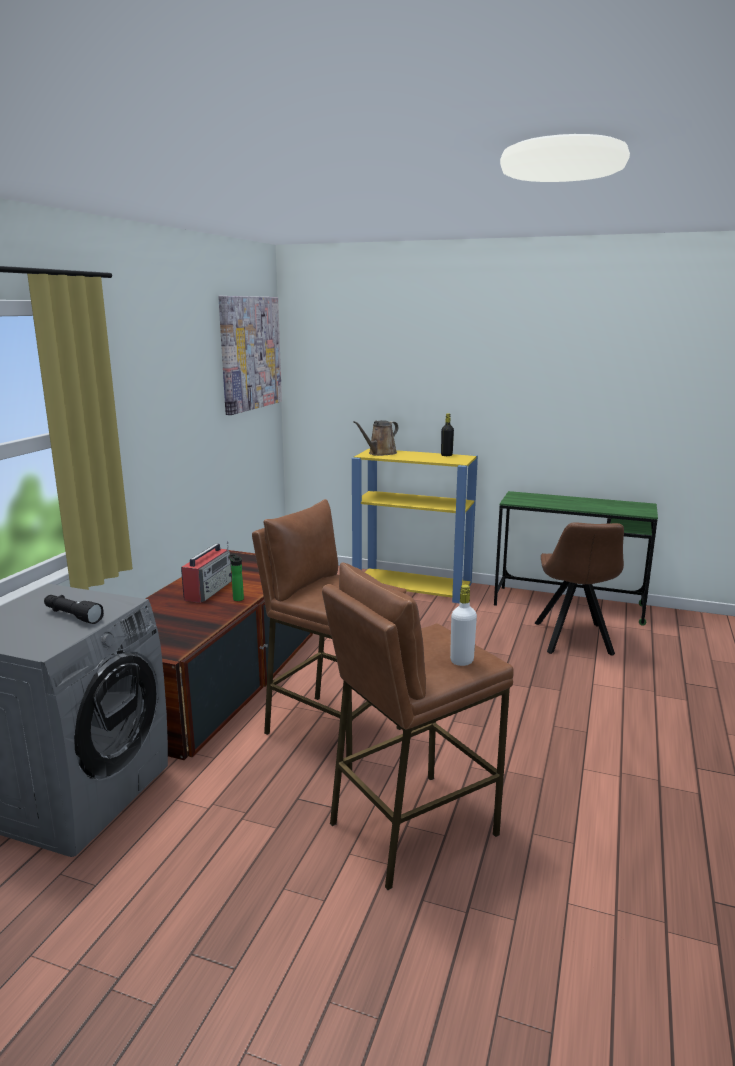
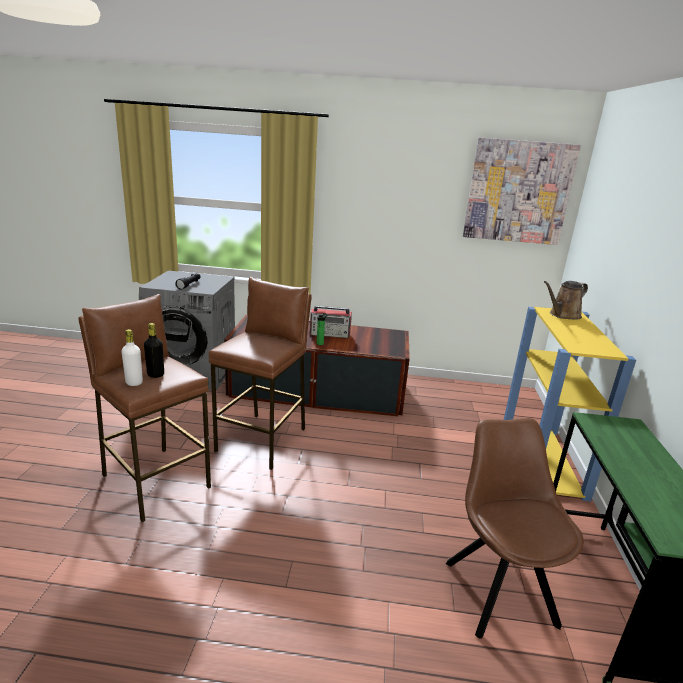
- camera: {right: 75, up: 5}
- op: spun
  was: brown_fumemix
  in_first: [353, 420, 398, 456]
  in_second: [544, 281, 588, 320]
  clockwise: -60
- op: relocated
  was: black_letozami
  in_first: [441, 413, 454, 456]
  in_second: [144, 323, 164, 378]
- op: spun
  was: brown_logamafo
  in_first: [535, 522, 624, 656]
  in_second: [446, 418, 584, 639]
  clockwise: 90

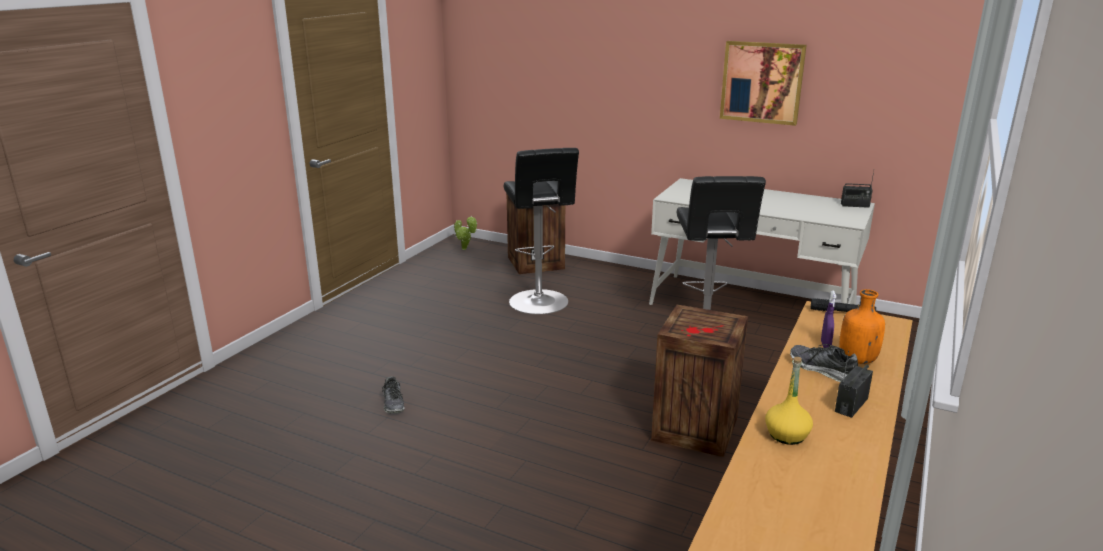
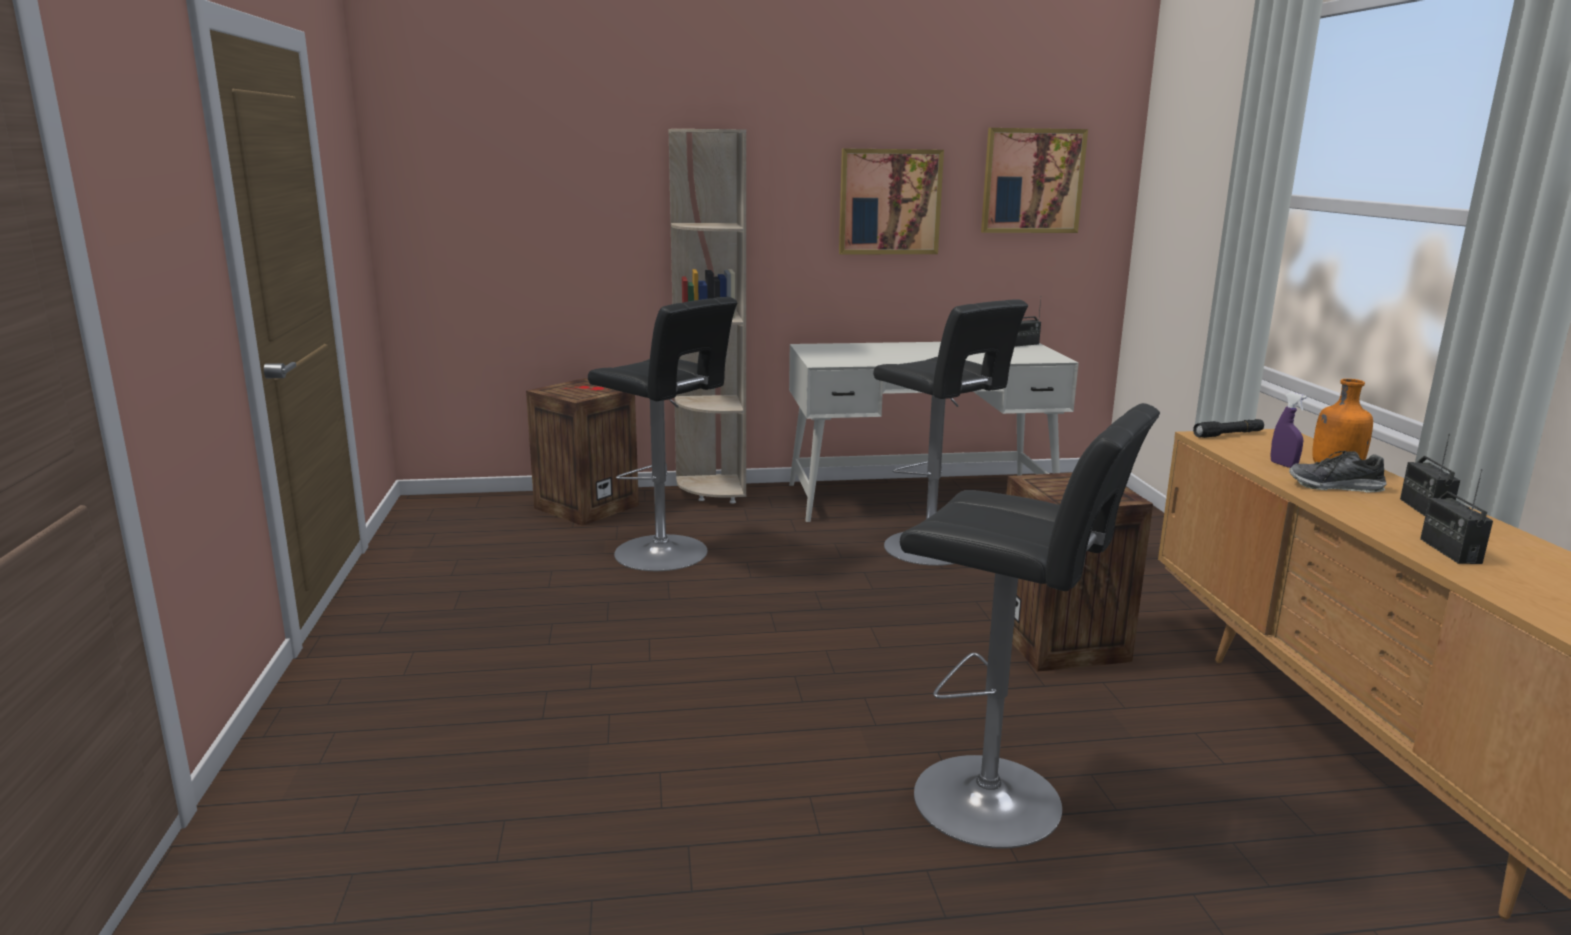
- camera: {right: -35, up: -5}
- op: missing
  was: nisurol
  in_first: [382, 376, 405, 414]
- op: missing
  was: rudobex
  in_first: [454, 216, 477, 250]
- op: exchanged
  was: yellow_letozami
  now: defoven
  in_first: [765, 357, 813, 445]
  in_second: [1420, 469, 1493, 564]
- op: appeared
  now: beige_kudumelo
  in_second: [669, 129, 746, 504]
- op: appeared
  now: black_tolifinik
  in_second: [900, 403, 1160, 849]
- op: appeared
  now: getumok
  in_second: [981, 128, 1088, 233]

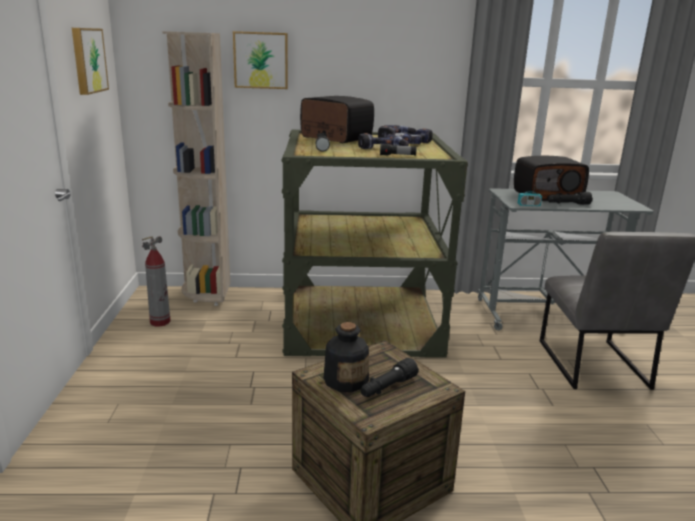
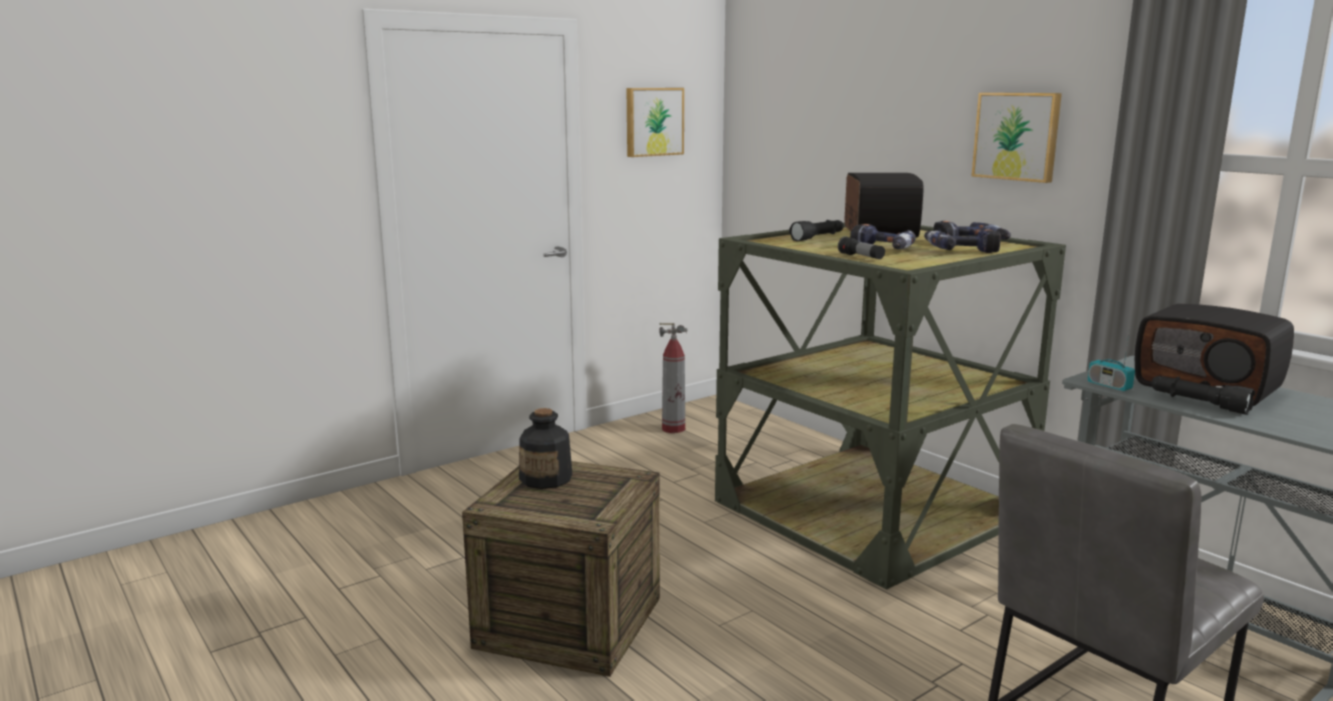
- camera: {right: 55, up: -5}
- op: missing
  was: beige_kudumelo
  in_first: [162, 31, 230, 306]
- op: relocated
  was: getumok
  in_first: [233, 31, 288, 89]
  in_second: [972, 93, 1062, 183]
- op: missing
  was: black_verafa
  in_first: [361, 358, 419, 397]

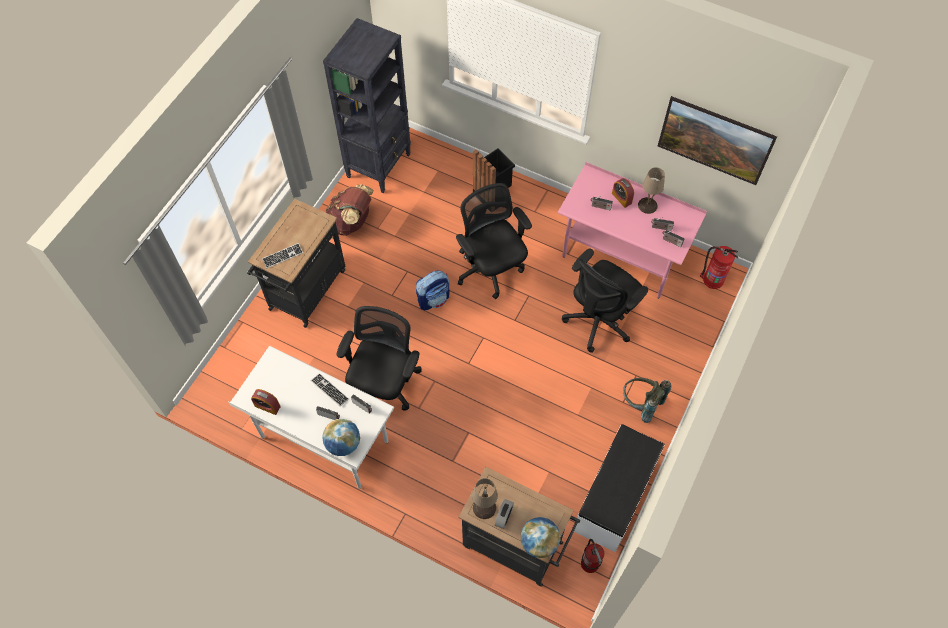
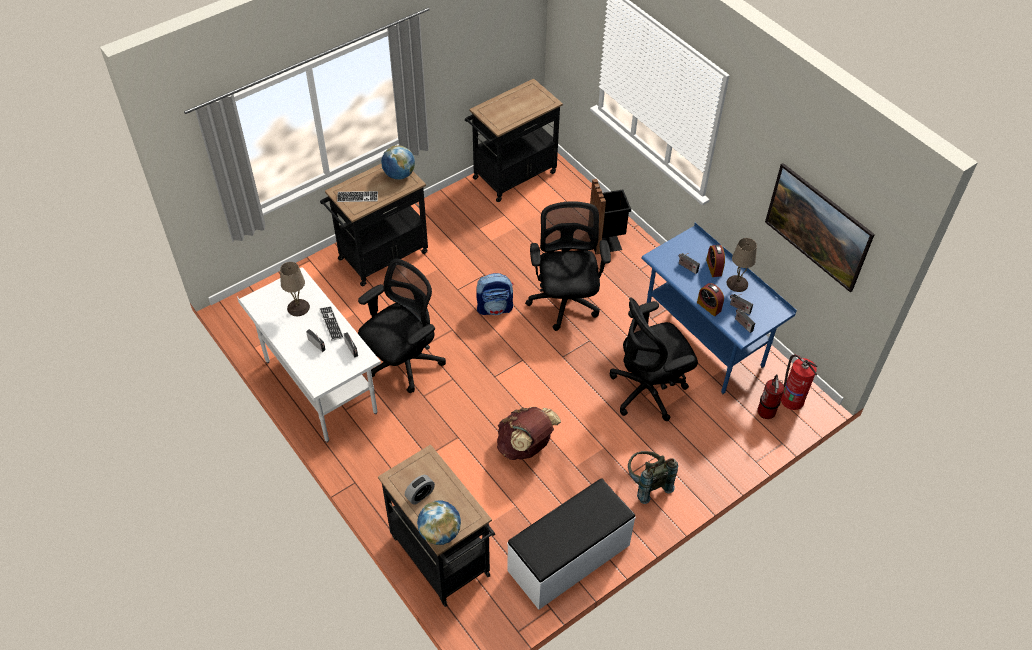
- camera: {right: 25, up: -10}
- op: relocated
  was: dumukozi
  in_first: [251, 389, 280, 415]
  in_second: [697, 283, 724, 316]
- op: relocated
  was: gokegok
  in_first: [322, 419, 360, 456]
  in_second: [381, 145, 415, 180]
- op: exchanged
  was: black_kudumelo
  now: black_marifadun
  in_first: [323, 18, 411, 193]
  in_second: [465, 79, 563, 202]
- op: relocated
  was: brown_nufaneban
  in_first: [325, 184, 374, 236]
  in_second: [497, 406, 561, 460]
- op: relocated
  was: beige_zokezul
  in_first: [472, 478, 498, 519]
  in_second: [280, 262, 310, 316]
- op: colour
  was: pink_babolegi
  now: blue_babolegi
  in_first: [558, 162, 707, 299]
  in_second: [641, 223, 797, 394]
- op: relocated
  was: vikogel
  in_first: [581, 539, 604, 573]
  in_second: [757, 374, 784, 419]

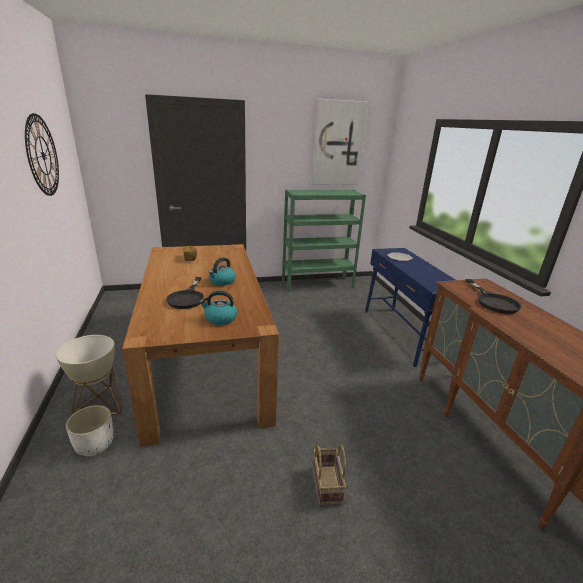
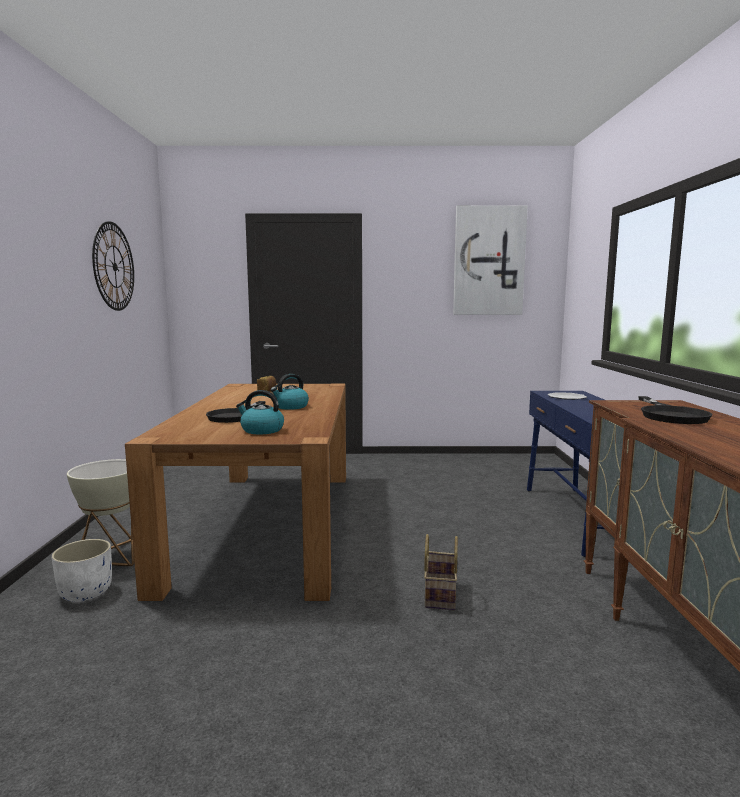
- camera: {right: 15, up: -15}
- op: missing
  was: green_kudumelo
  in_first: [282, 190, 366, 292]
- op: relocated
  was: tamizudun
  in_first: [313, 444, 346, 506]
  in_second: [424, 534, 458, 610]

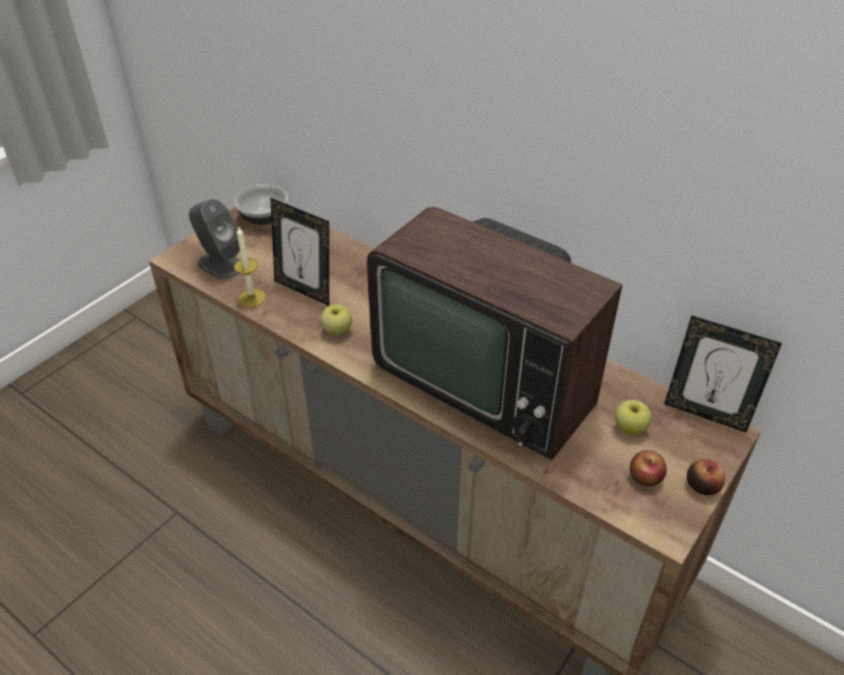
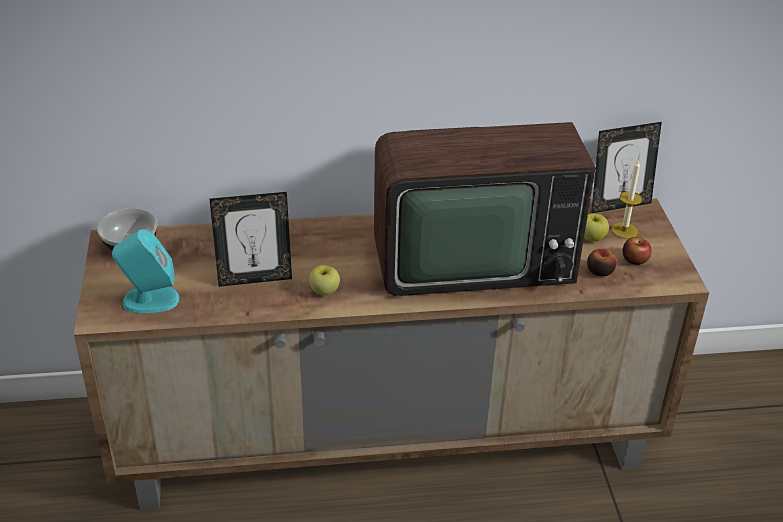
- camera: {right: -45, up: -5}
- op: colour
  was: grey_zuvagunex
  now: turquoise_zuvagunex
  in_first: [189, 199, 240, 279]
  in_second: [112, 229, 179, 313]
- op: relocated
  was: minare
  in_first: [234, 227, 266, 307]
  in_second: [611, 159, 642, 239]
- op: relocated
  was: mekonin
  in_first: [687, 459, 725, 495]
  in_second: [587, 249, 617, 276]

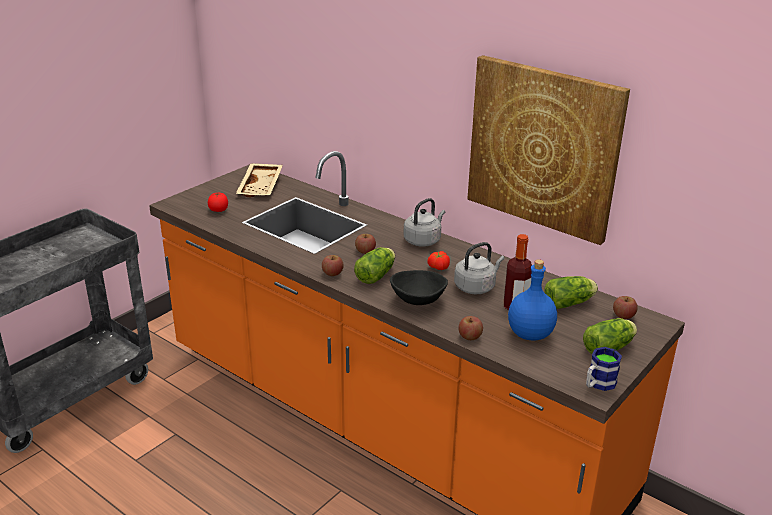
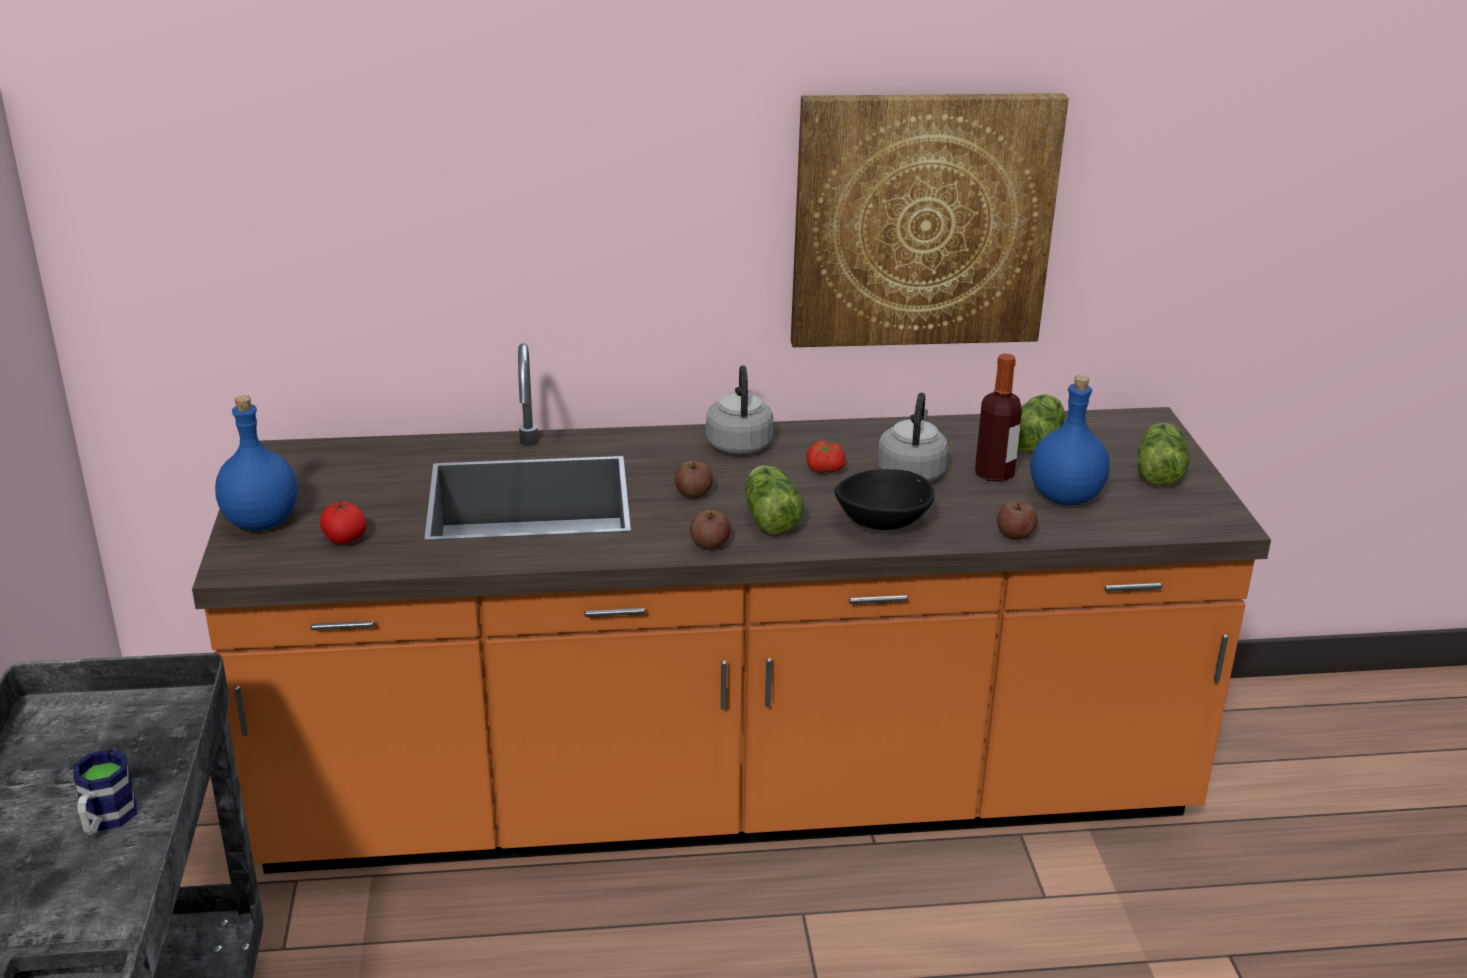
- camera: {right: -45, up: 0}
- op: missing
  was: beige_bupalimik
  in_first: [236, 163, 283, 197]
- op: relocated
  was: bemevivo
  in_first: [586, 347, 622, 391]
  in_second: [73, 749, 137, 835]
- op: missing
  was: mekonin
  in_first: [613, 296, 638, 319]
- op: appeared
  now: blue_letozami
  in_second: [215, 395, 298, 530]

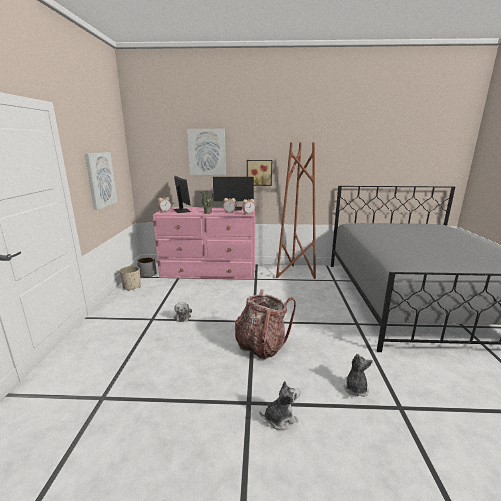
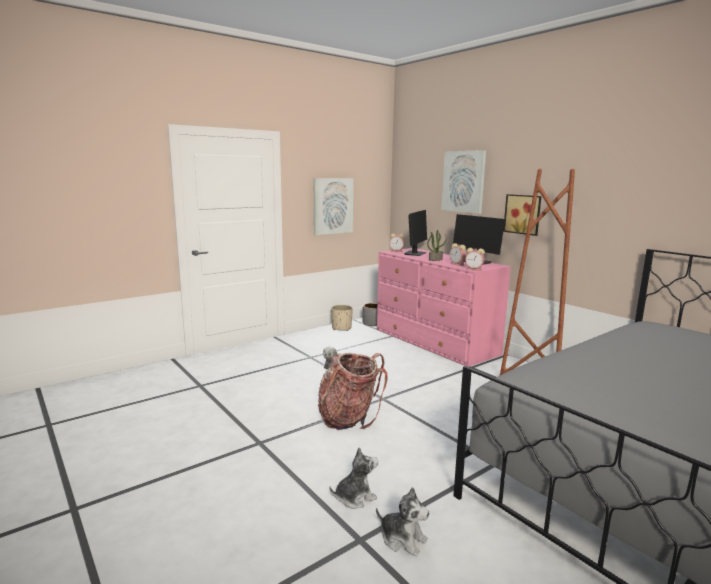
- camera: {right: 50, up: -5}
- op: relocated
  was: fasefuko
  in_first: [259, 381, 301, 430]
  in_second: [376, 487, 429, 556]

